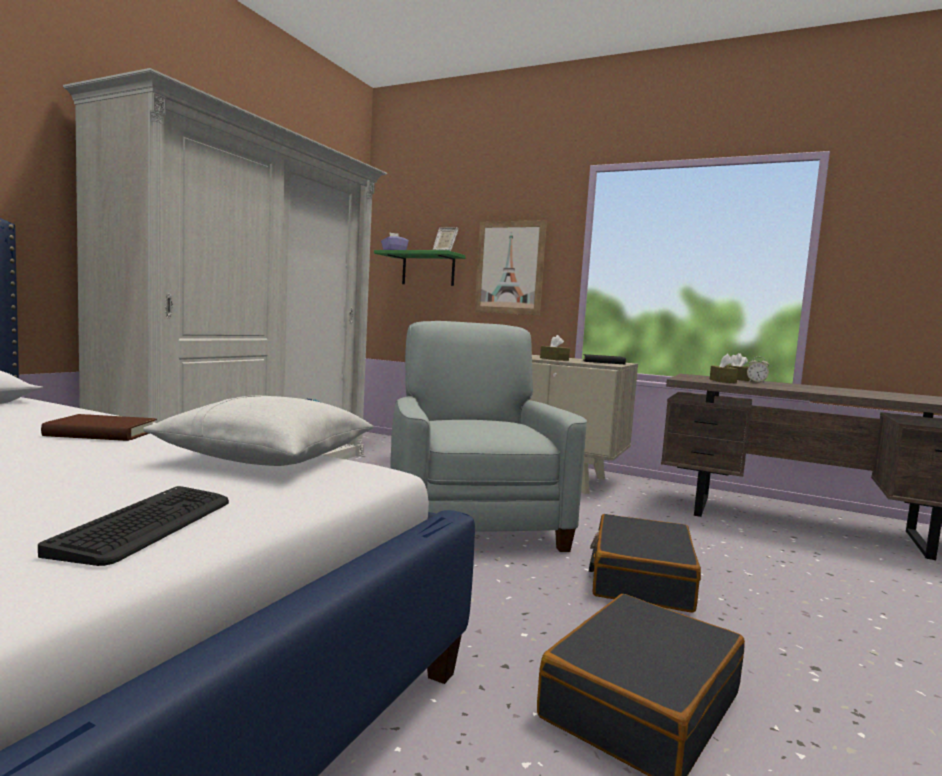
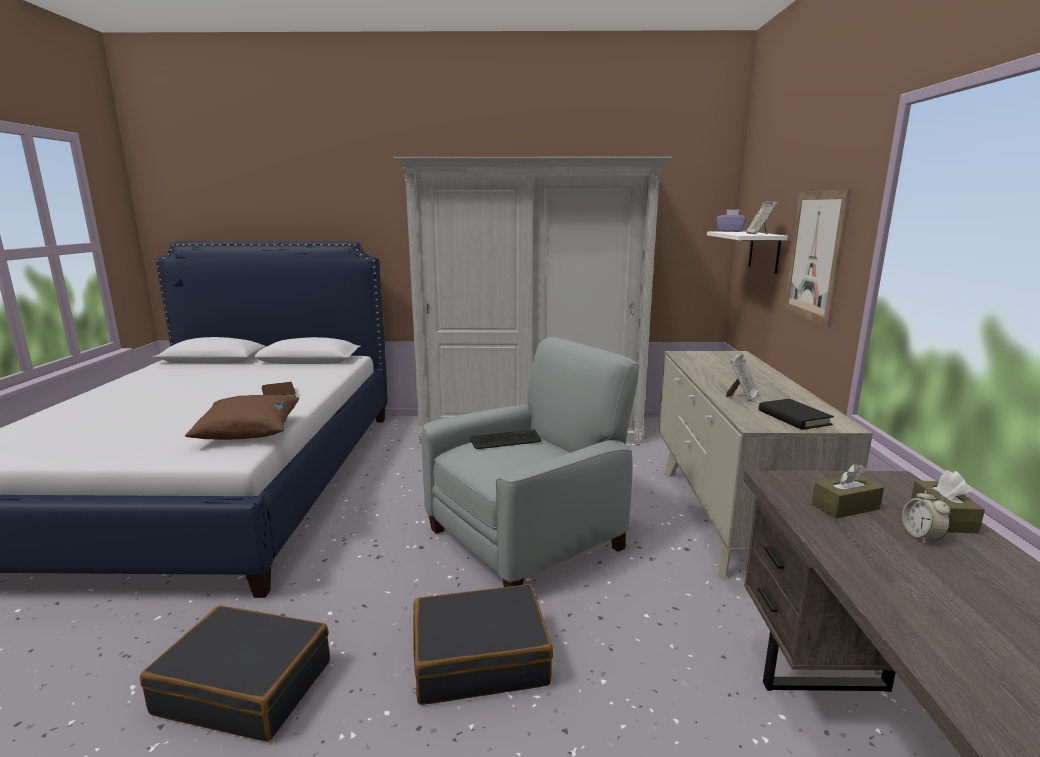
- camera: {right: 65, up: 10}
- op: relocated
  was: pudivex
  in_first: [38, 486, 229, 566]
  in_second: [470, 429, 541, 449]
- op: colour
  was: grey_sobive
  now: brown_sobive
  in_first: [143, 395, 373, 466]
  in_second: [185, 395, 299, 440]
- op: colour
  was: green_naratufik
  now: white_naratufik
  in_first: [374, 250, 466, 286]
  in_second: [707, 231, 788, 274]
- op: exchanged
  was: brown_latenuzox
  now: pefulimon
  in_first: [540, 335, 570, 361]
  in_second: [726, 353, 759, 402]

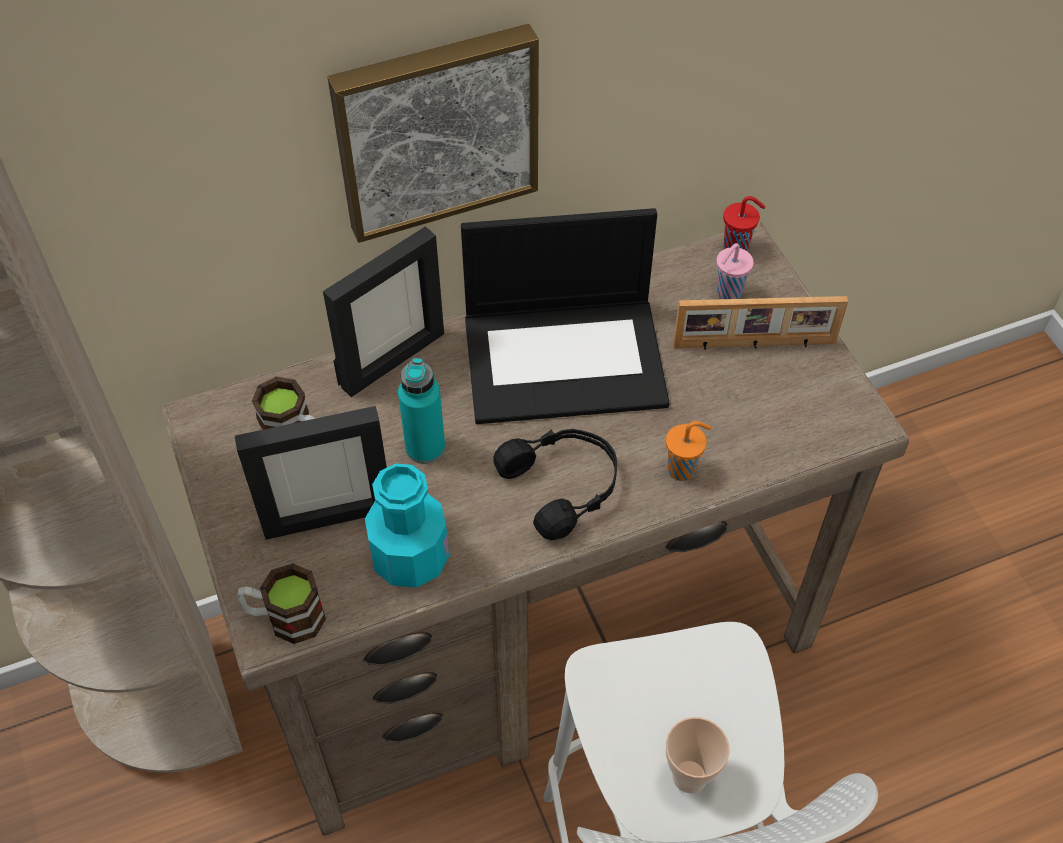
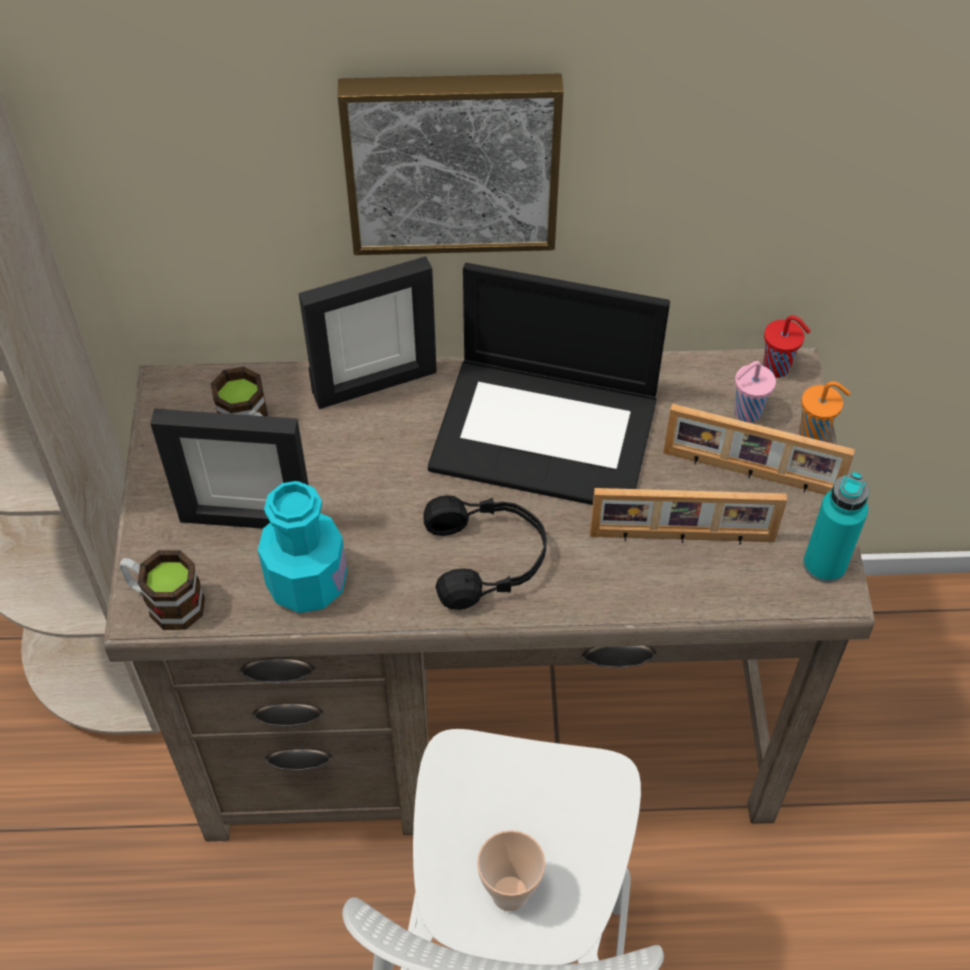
- camera: {right: 20, up: 0}
- op: relocated
  was: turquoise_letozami
  in_first: [398, 358, 445, 464]
  in_second: [803, 472, 869, 583]
- op: relocated
  was: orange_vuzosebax
  in_first: [666, 421, 711, 481]
  in_second: [799, 381, 851, 441]
- op: appeared
  now: pefulimon
  in_second: [590, 488, 787, 545]

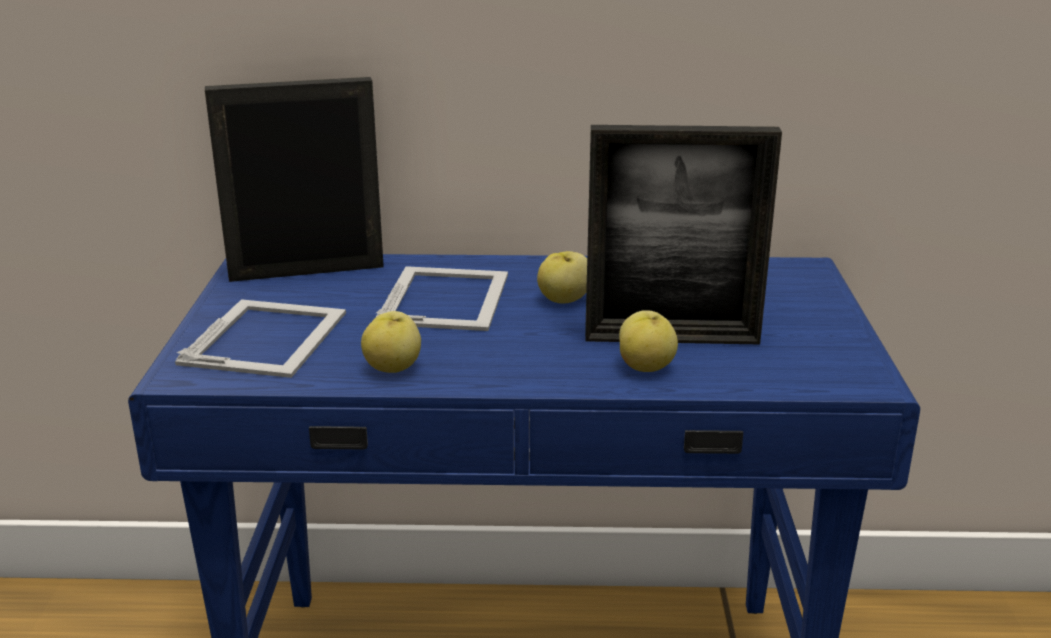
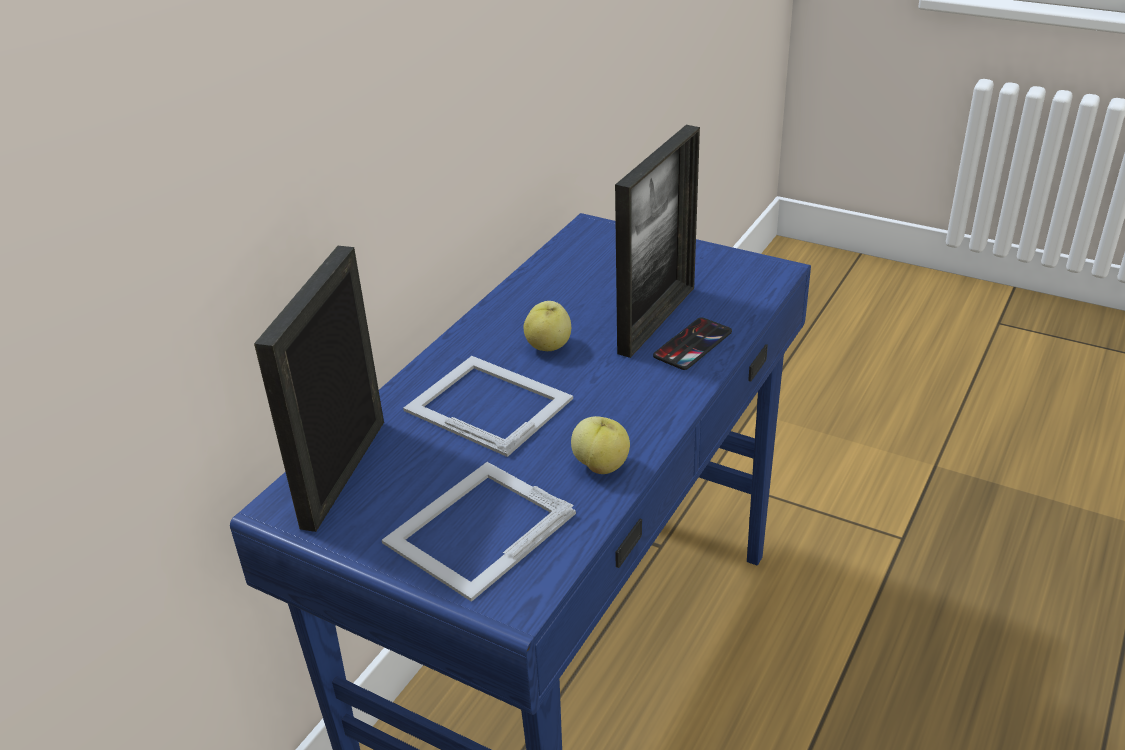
- camera: {right: -60, up: 10}
- op: spun
  was: pefulimon
  in_first: [175, 299, 346, 378]
  in_second: [382, 462, 576, 602]
  clockwise: -90
- op: exchanged
  was: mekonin
  now: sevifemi
  in_first: [619, 310, 678, 372]
  in_second: [653, 317, 732, 370]

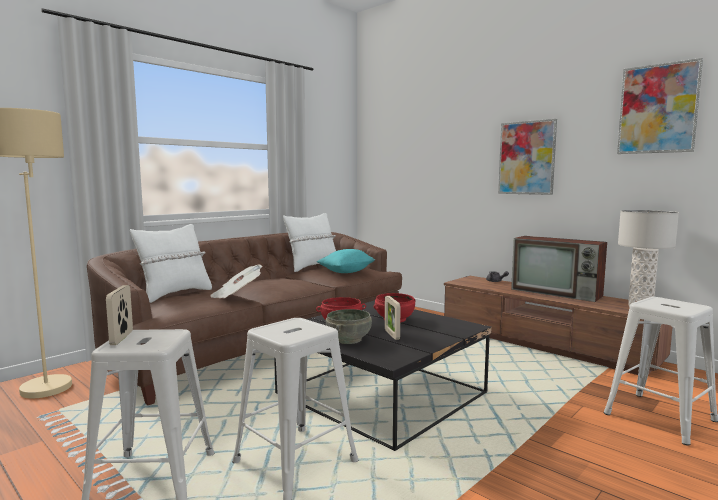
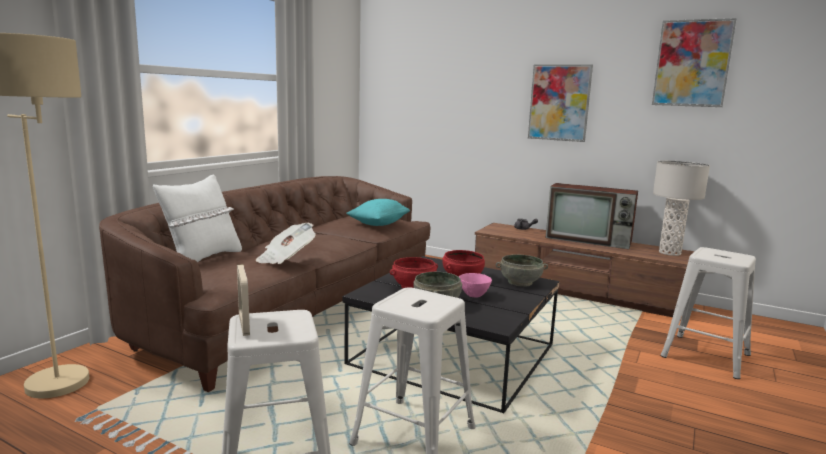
- camera: {right: -15, up: 5}
- op: missing
  was: white_sobive
  in_first: [283, 213, 336, 272]
- op: exchanged
  was: pefulimon
  now: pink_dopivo
  in_first: [385, 296, 401, 340]
  in_second: [459, 273, 492, 297]
- op: appeared
  now: grey_dopivo
  in_second: [496, 254, 548, 287]

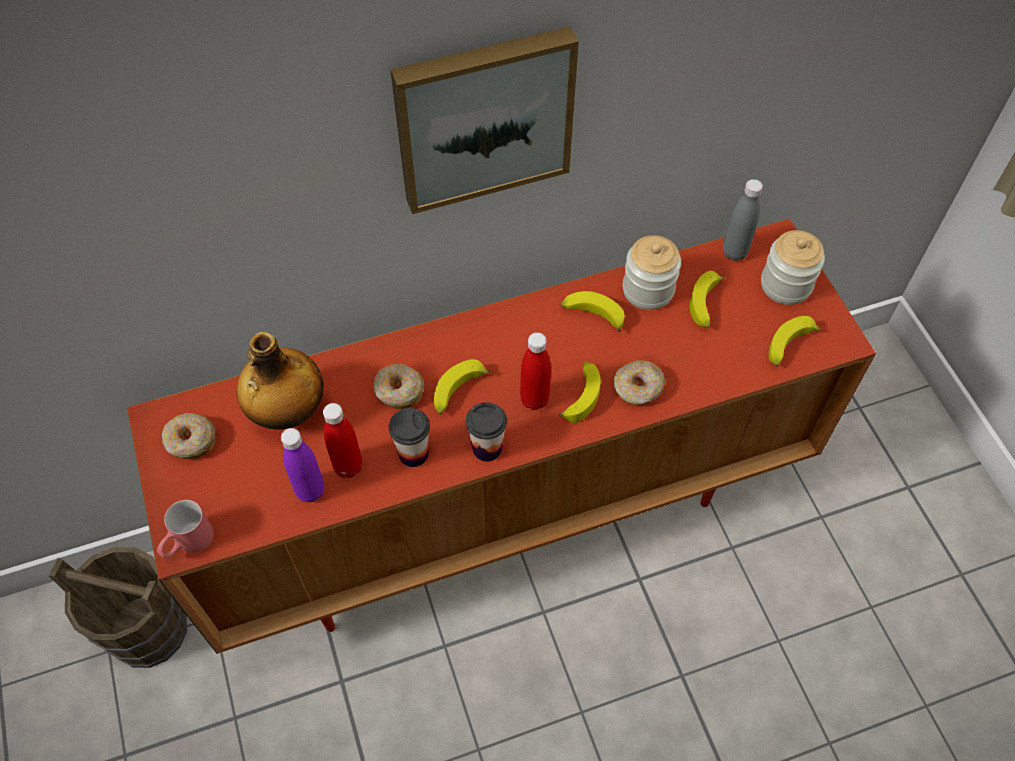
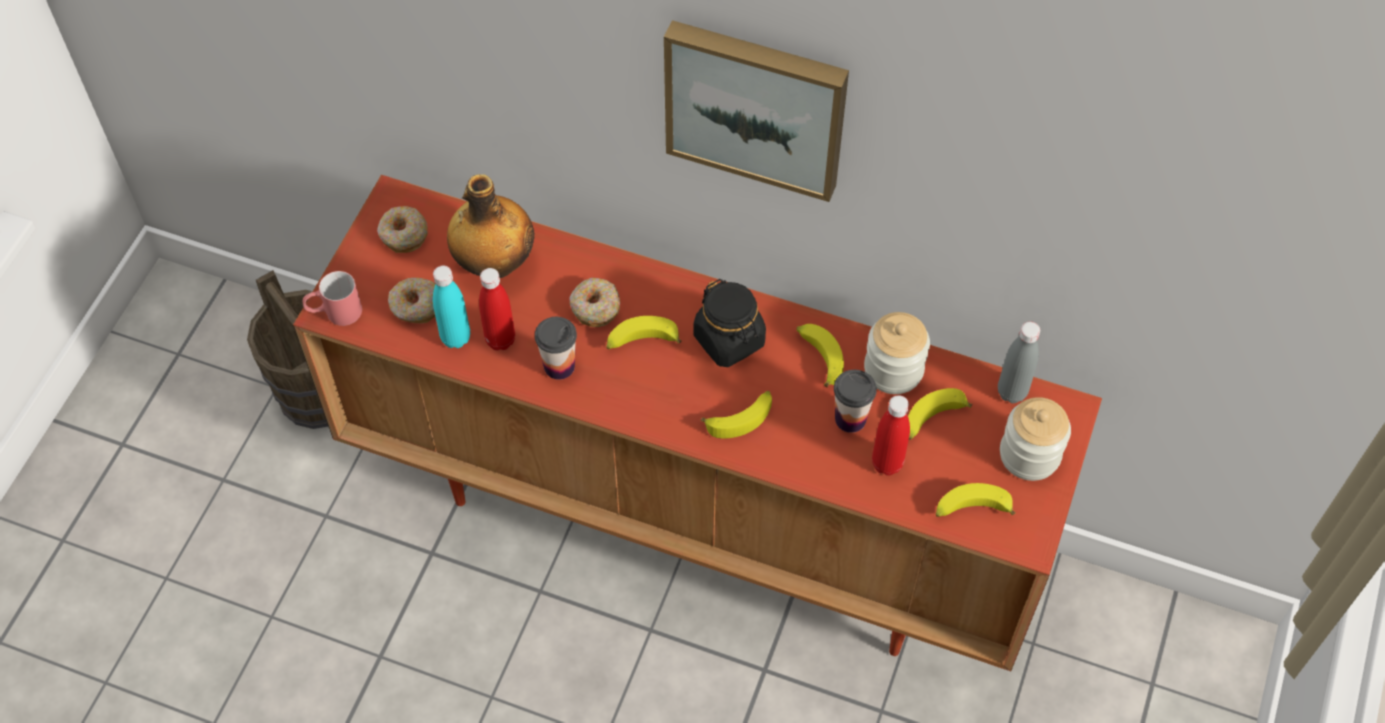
- camera: {right: 40, up: 0}
- op: colour
  was: purple_letozami
  now: turquoise_letozami
  in_first: [281, 428, 325, 502]
  in_second: [433, 266, 470, 348]
- op: relocated
  was: vuzosebax
  in_first: [466, 402, 507, 462]
  in_second: [834, 370, 877, 433]
- op: relocated
  was: red_letozami
  in_first: [520, 332, 551, 410]
  in_second: [872, 395, 910, 476]
- op: relocated
  was: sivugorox
  in_first: [614, 360, 665, 405]
  in_second: [388, 278, 436, 323]
- op: appeared
  now: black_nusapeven
  in_second: [693, 279, 766, 367]

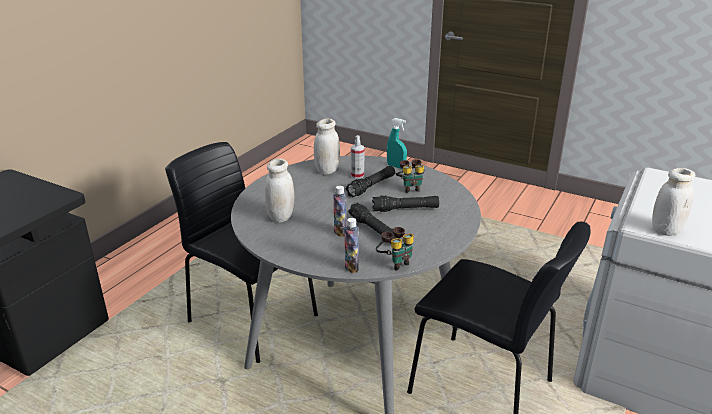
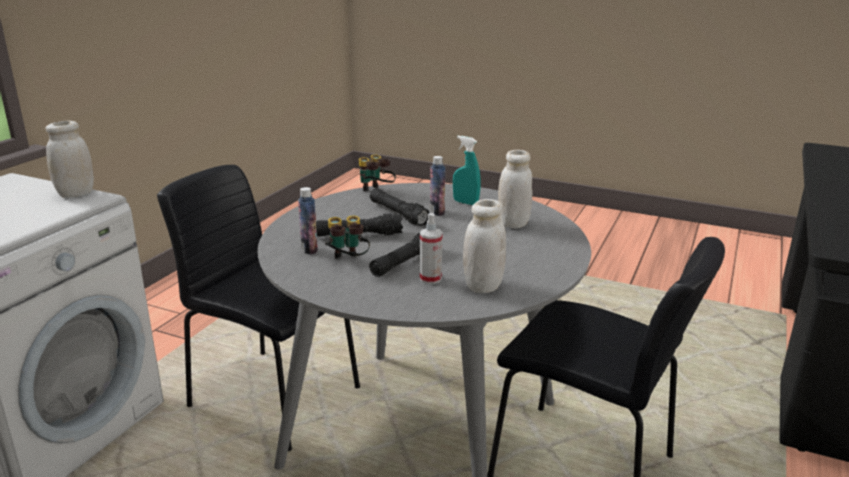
- camera: {right: 175, up: -5}
- op: relocated
  was: letozami
  in_first: [344, 218, 359, 273]
  in_second: [298, 187, 318, 255]
- op: relocated
  was: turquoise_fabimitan
  in_first: [387, 118, 407, 169]
  in_second: [453, 136, 481, 205]

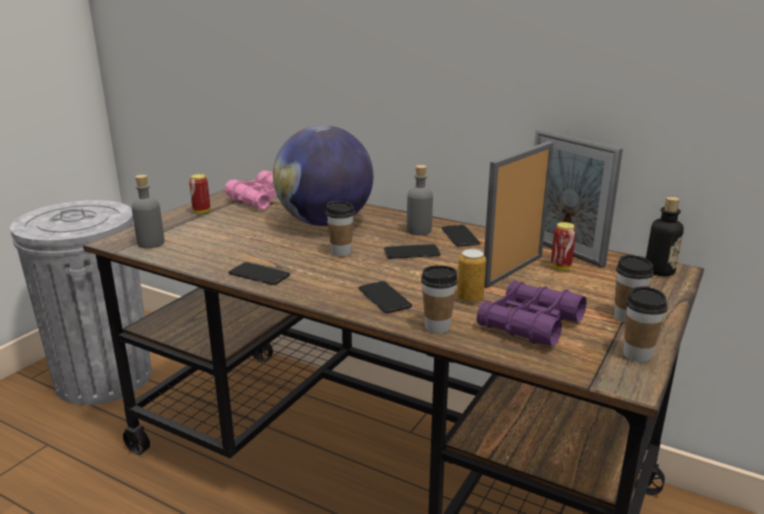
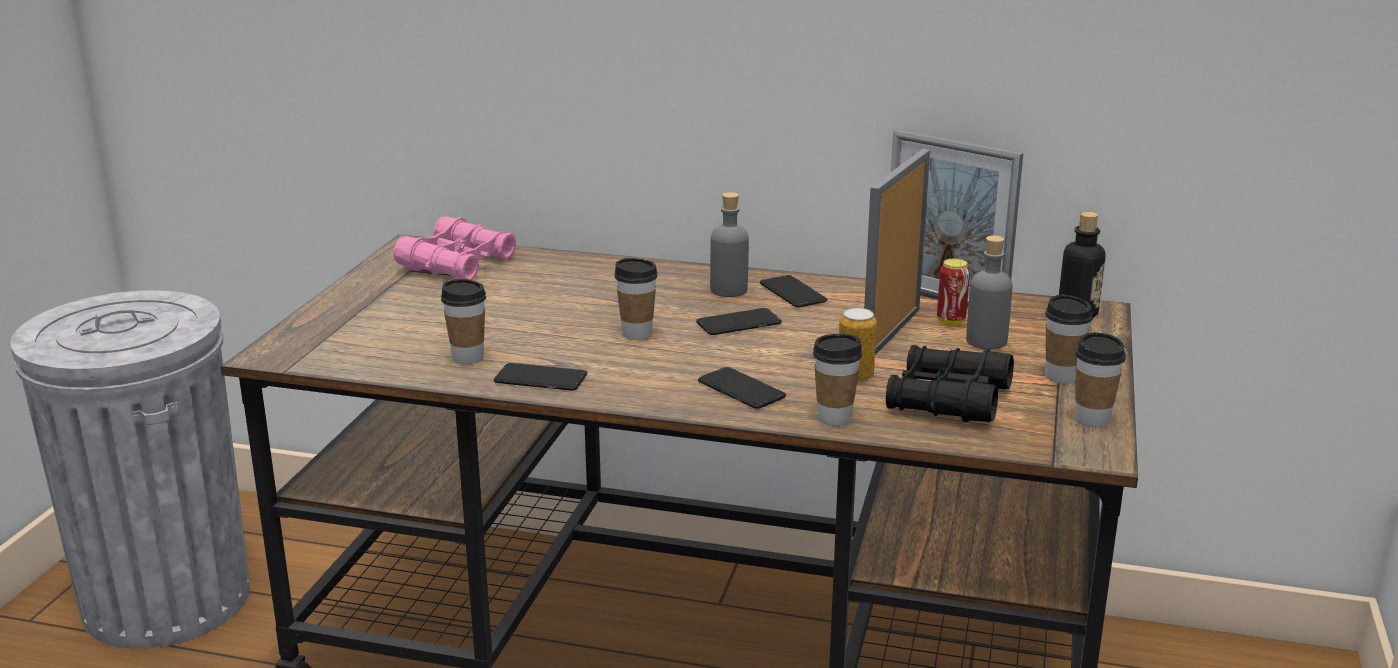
- camera: {right: -15, up: 0}
- op: relocated
  was: grey_letozami
  in_first: [132, 175, 165, 248]
  in_second: [966, 236, 1013, 349]
- op: missing
  was: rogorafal
  in_first: [189, 174, 210, 214]
- op: missing
  was: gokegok
  in_first: [273, 125, 373, 226]
- op: colour
  was: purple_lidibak
  now: black_lidibak
  in_first: [477, 280, 587, 346]
  in_second: [886, 345, 1014, 422]
- op: appeared
  now: vuzosebax
  in_second: [441, 279, 486, 364]

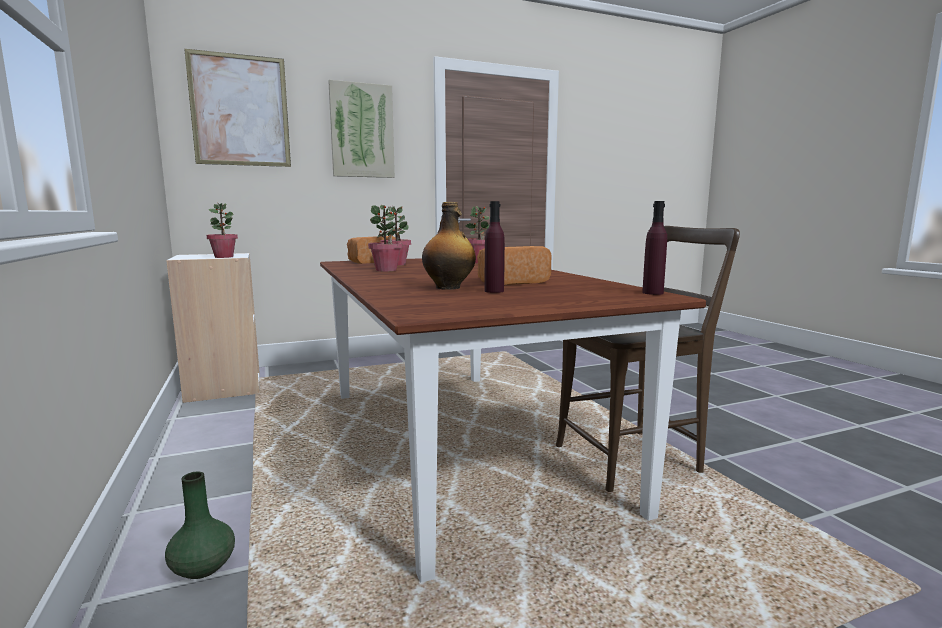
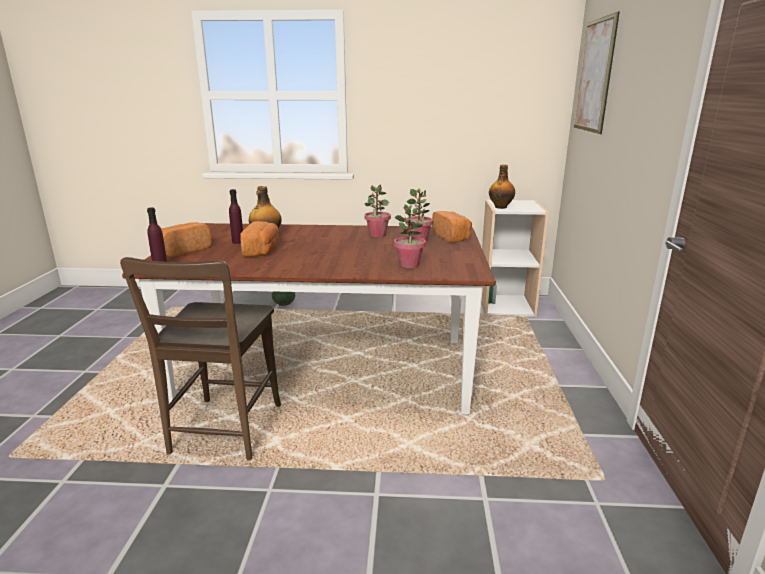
- camera: {right: 115, up: 10}
- op: exchanged
  was: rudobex
  now: letozami
  in_first: [207, 203, 238, 258]
  in_second: [489, 165, 515, 209]
- op: missing
  was: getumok
  in_first: [328, 80, 395, 178]
- op: appeared
  now: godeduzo
  in_second: [161, 222, 211, 257]

